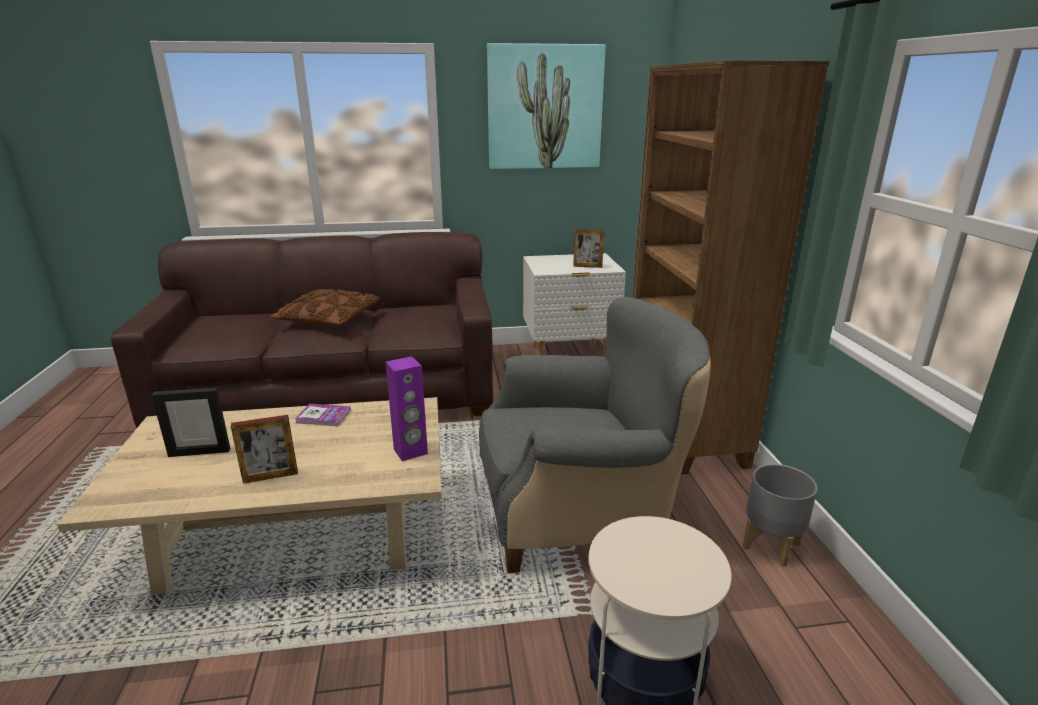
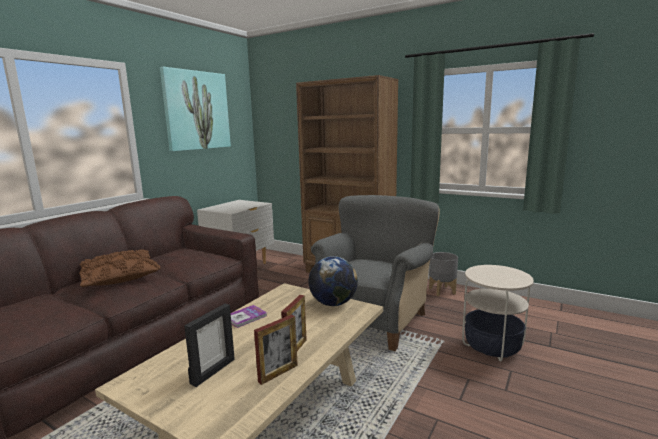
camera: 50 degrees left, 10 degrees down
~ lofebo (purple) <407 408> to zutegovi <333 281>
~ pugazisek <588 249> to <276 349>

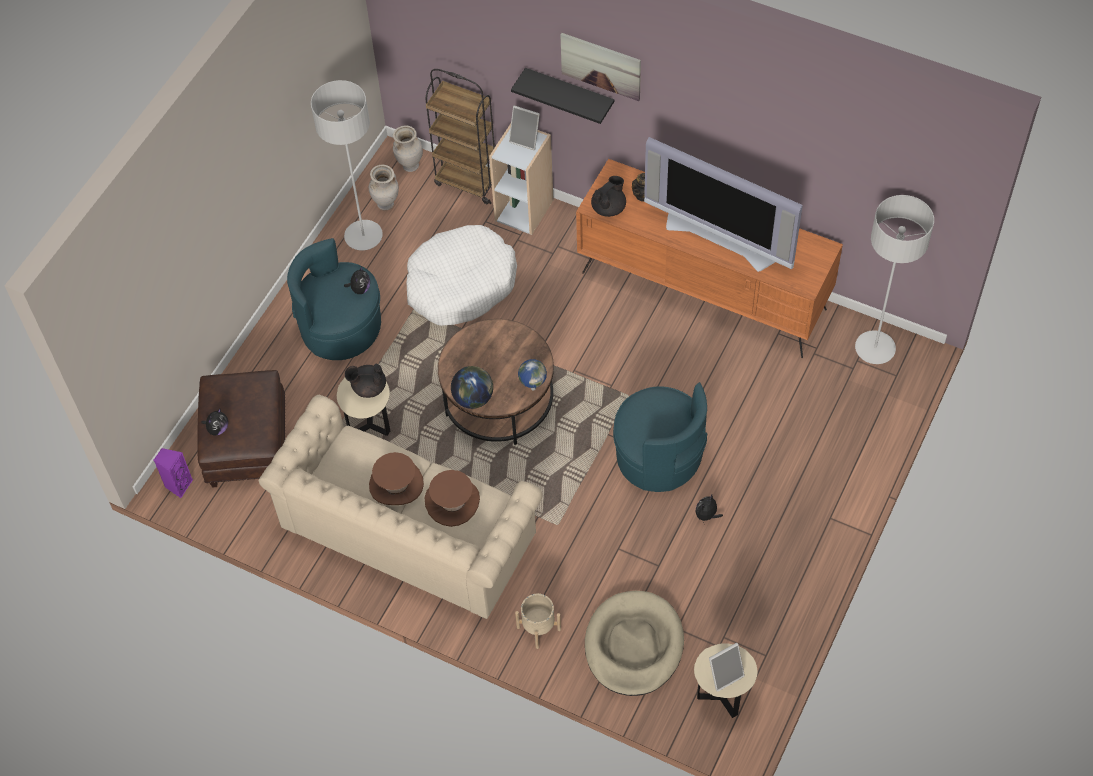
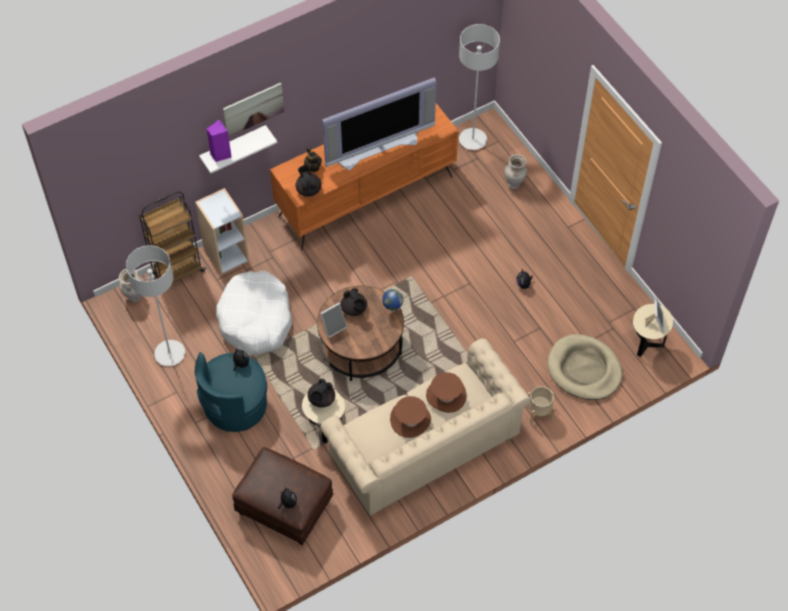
camera: 60 degrees left, 0 degrees up
~ lofebo (purple) <173 473> to <219 141>
~ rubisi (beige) <384 187> to <515 171>
- zutegovi <472 387>
~ pugazisek <524 127> to <333 320>
~ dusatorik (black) <562 96> to dusatorik (white) <238 149>
- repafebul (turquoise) <660 437>
+ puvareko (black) <354 302>

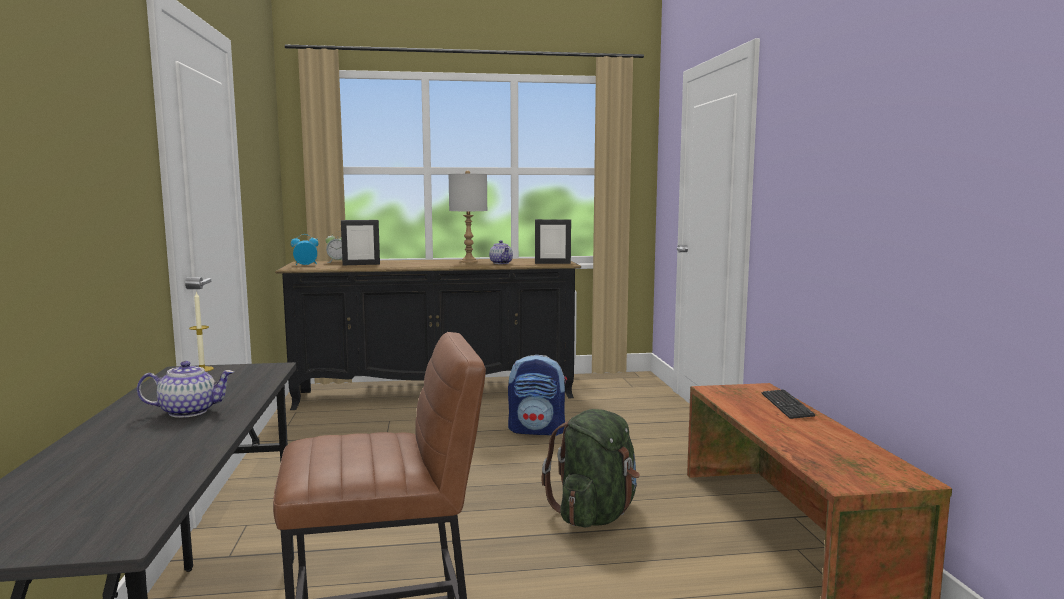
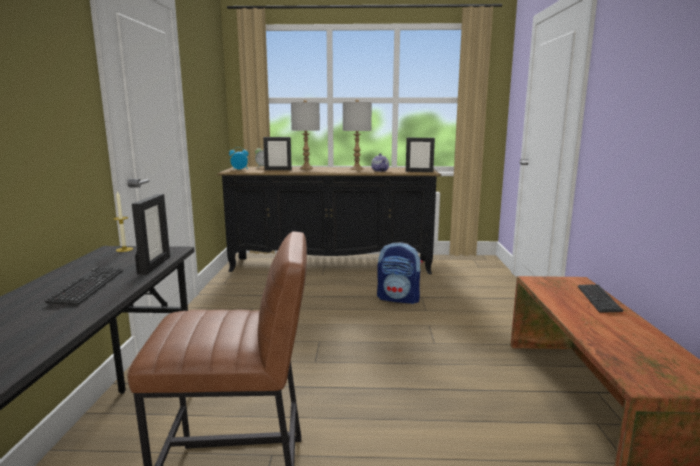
camera: 10 degrees right, 5 degrees up
~ puvareko <185 389> to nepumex <84 286>
- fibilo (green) <591 468>
+ pugazisek <151 234>
+ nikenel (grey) <305 134>

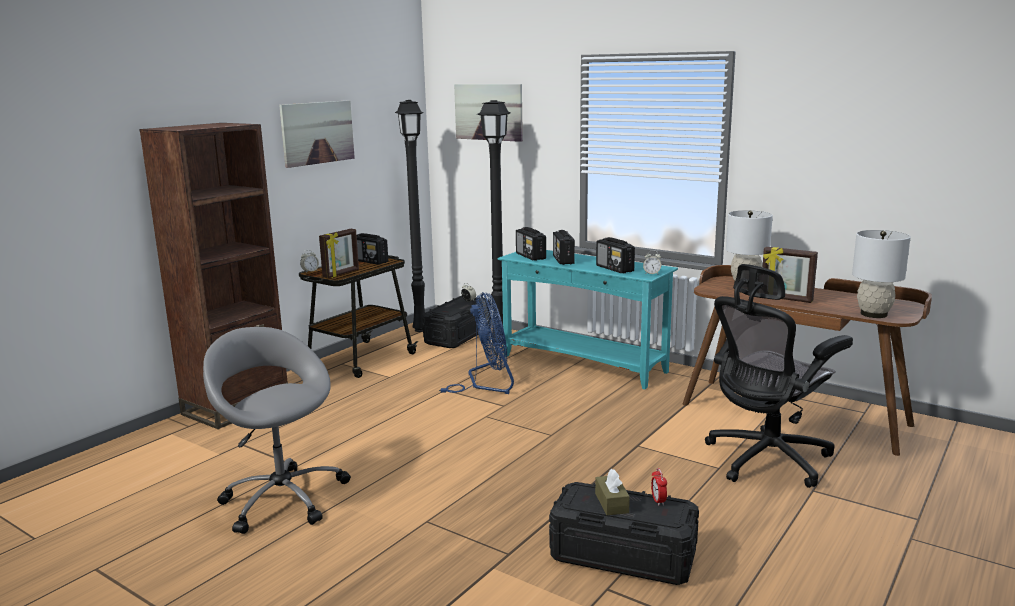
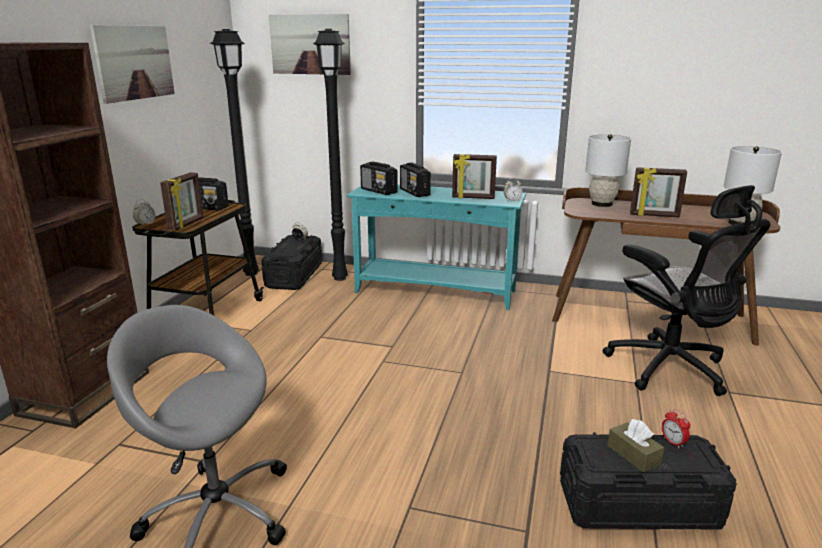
camera: 20 degrees left, 5 degrees up
- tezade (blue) <477 343>
~ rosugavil <615 255> to pugazisek <474 176>
~ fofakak <779 376> = <687 290> 60 degrees counterclockwise

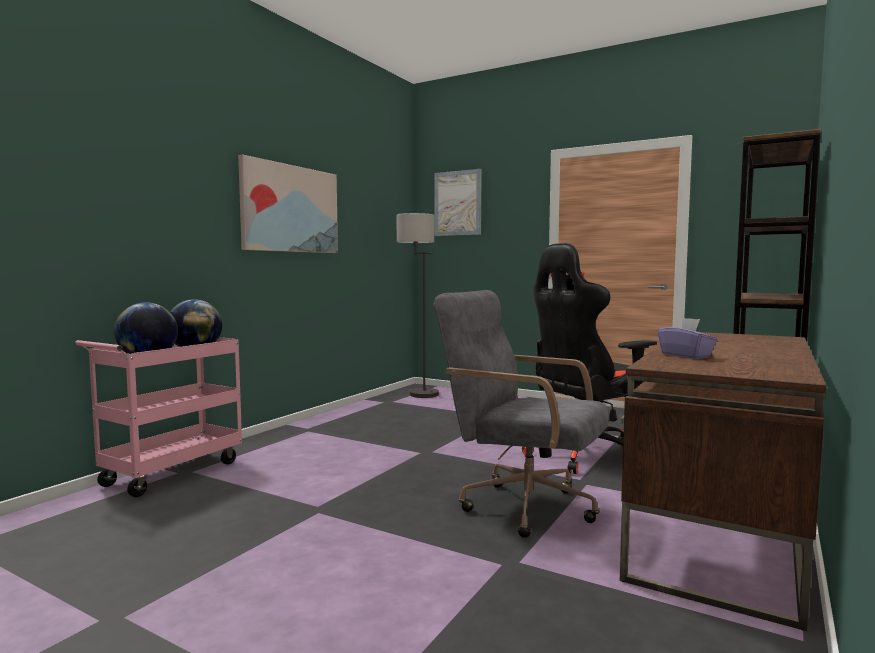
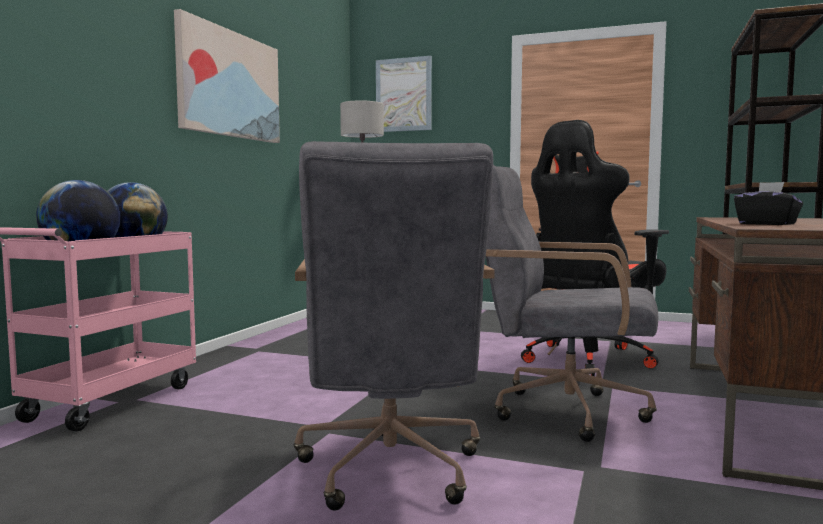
camera: 10 degrees left, 0 degrees up
~ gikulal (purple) <687 338> to gikulal (black) <768 203>
+ fofakak (grey) <394 326>

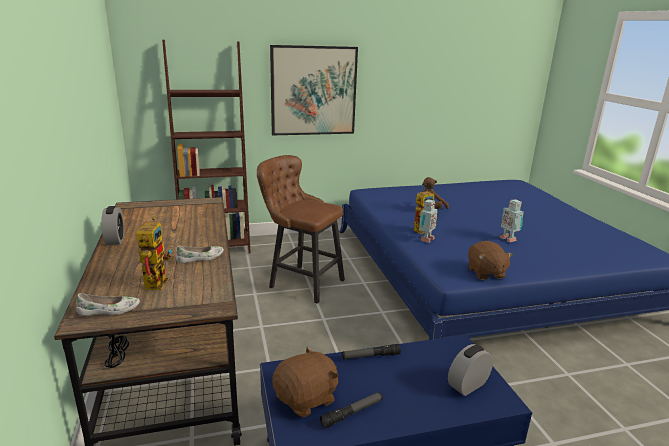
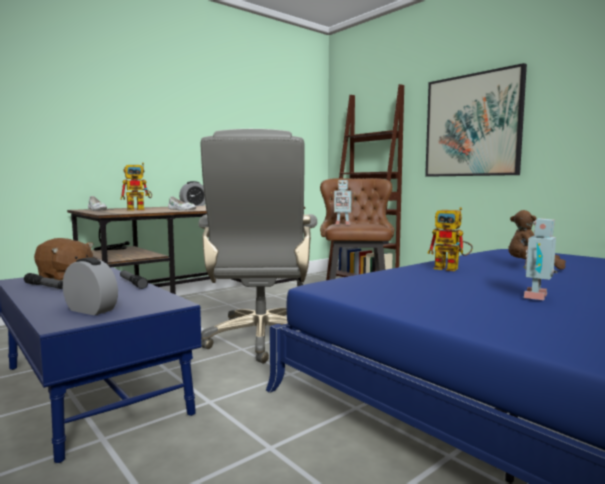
camera: 65 degrees right, 15 degrees down
~ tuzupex <428 221> to <343 202>
- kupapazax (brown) <490 260>
+ fofakak (grey) <258 246>

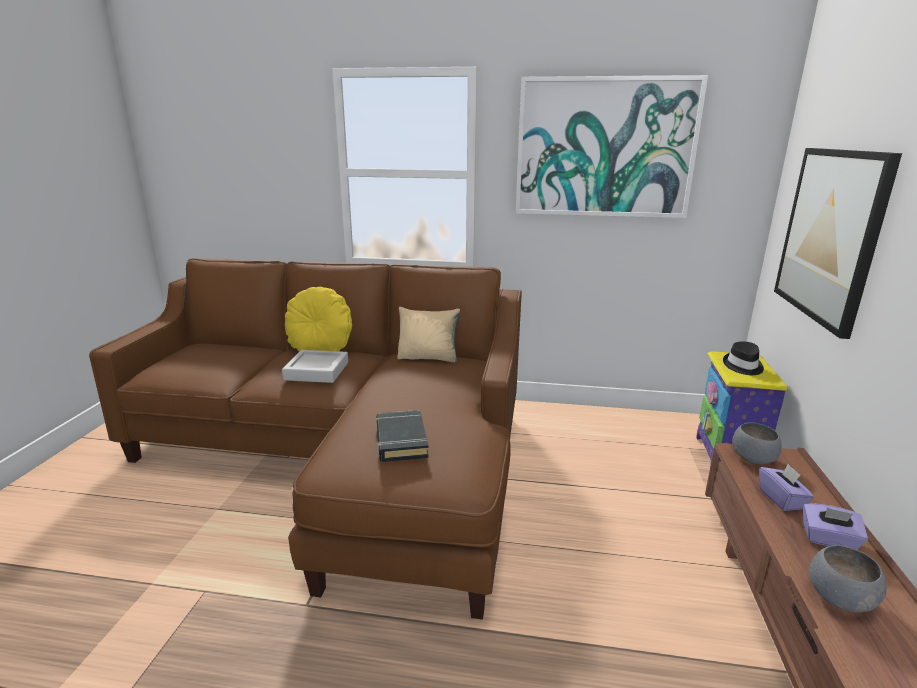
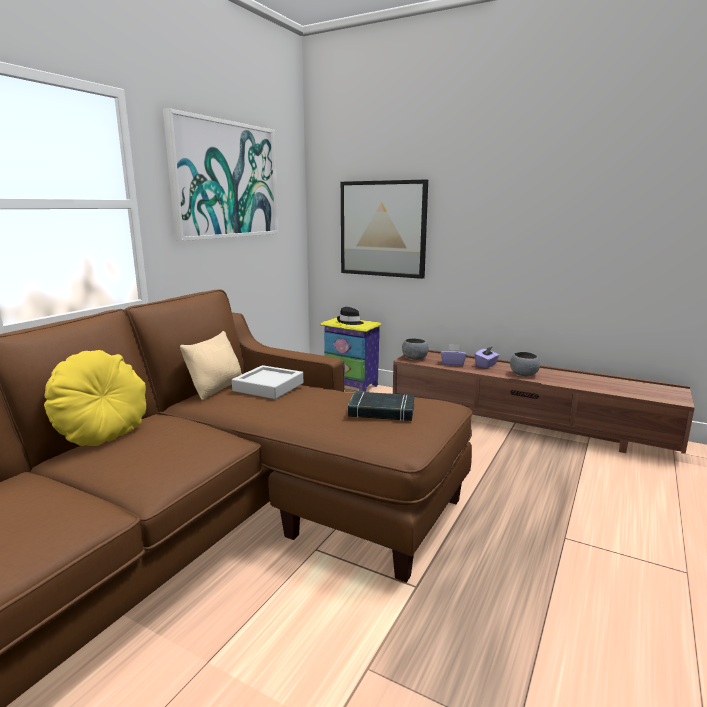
camera: 70 degrees left, 5 degrees down
~ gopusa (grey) <315 366> to <267 382>

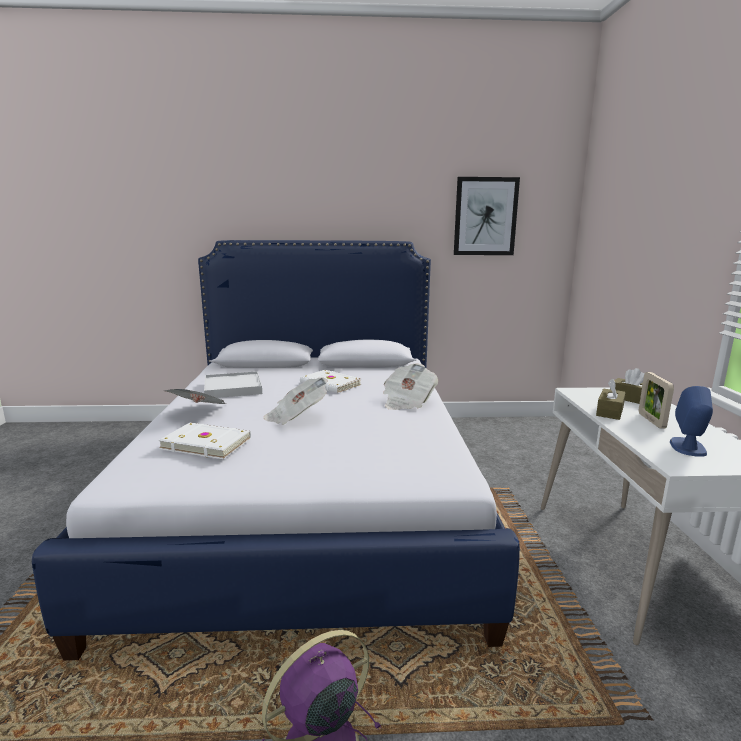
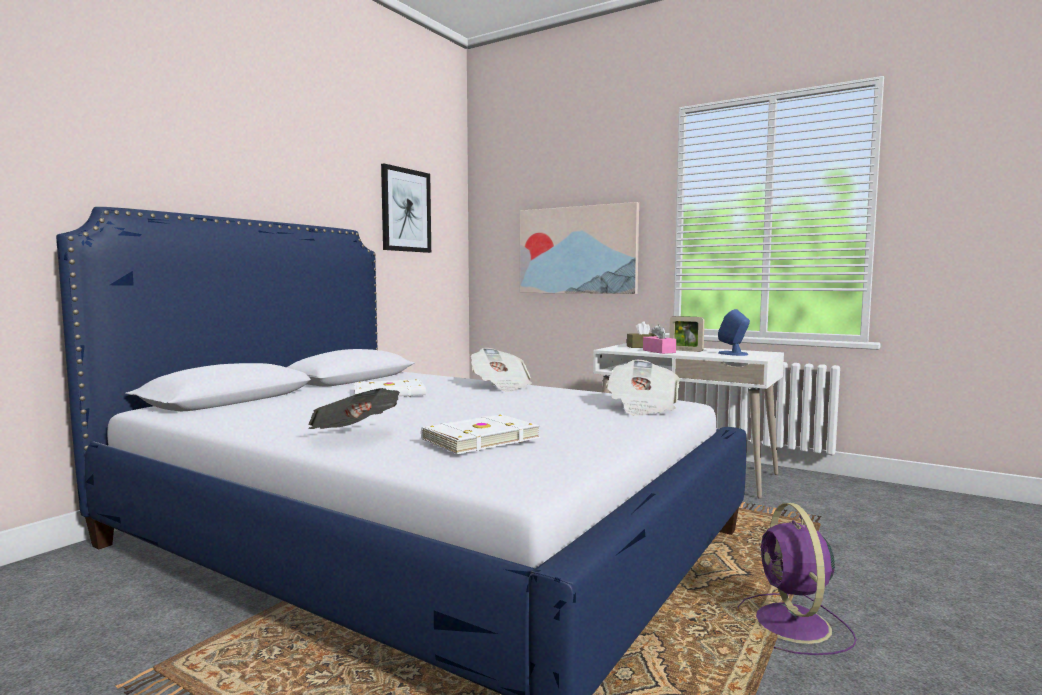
camera: 55 degrees left, 10 degrees down
- gopusa (white) <233 384>
~ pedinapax <296 401> to <643 388>
~ gikulal (brown) <611 399> to gikulal (pink) <659 339>
+ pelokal <579 248>

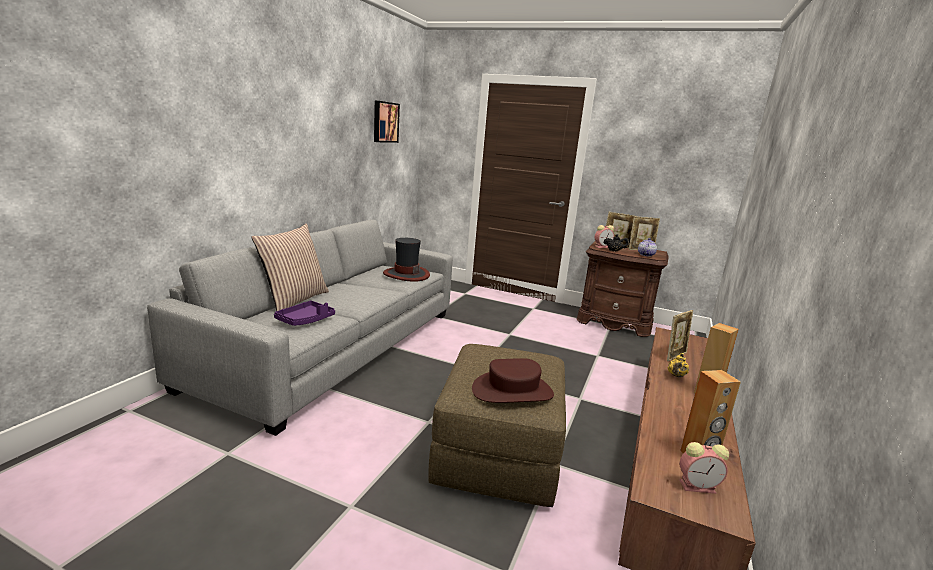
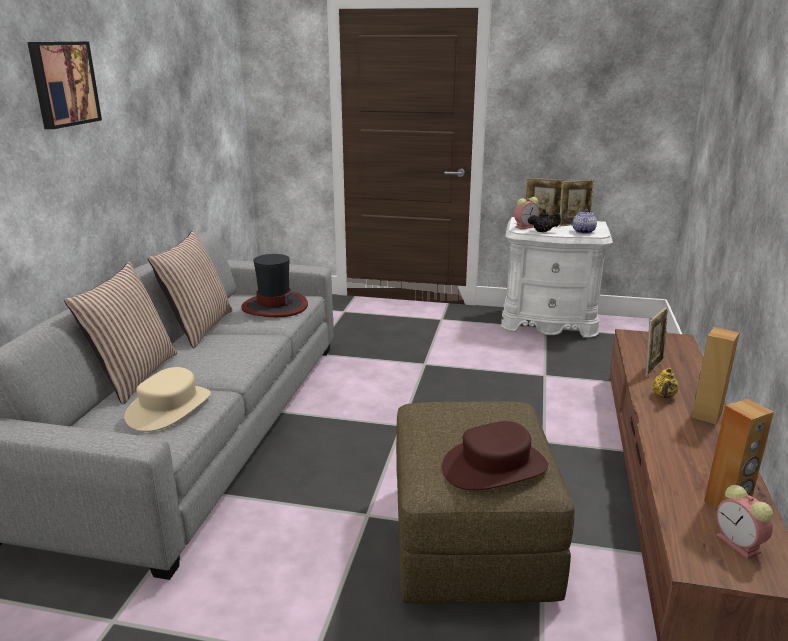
camera: 10 degrees left, 5 degrees up
~ gopusa (purple) <304 313> to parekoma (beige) <167 399>
~ pelokal <387 122> to <64 85>
~ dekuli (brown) <623 289> to dekuli (white) <557 277>
~ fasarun <704 468> = <745 522> 75 degrees clockwise
+ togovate <190 289>

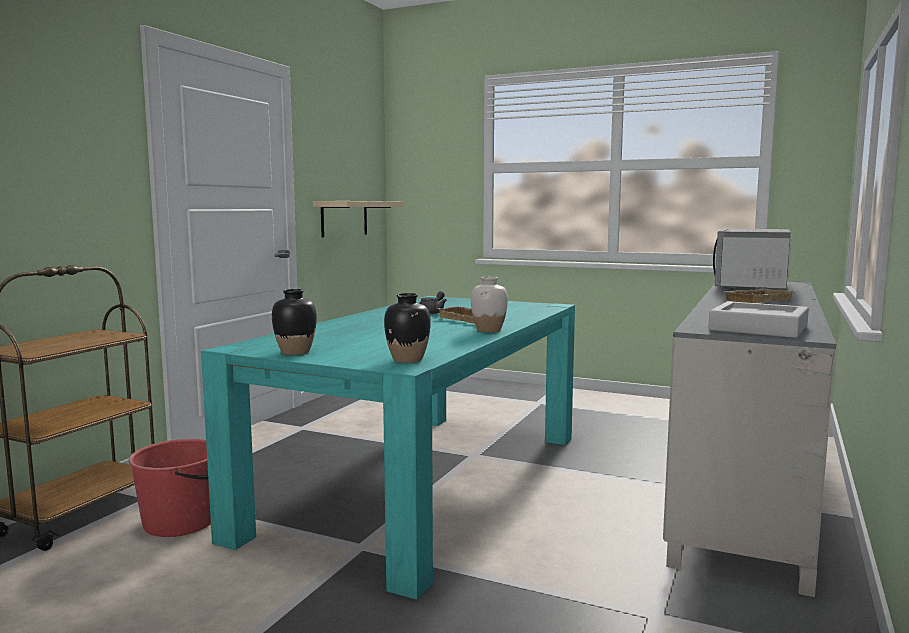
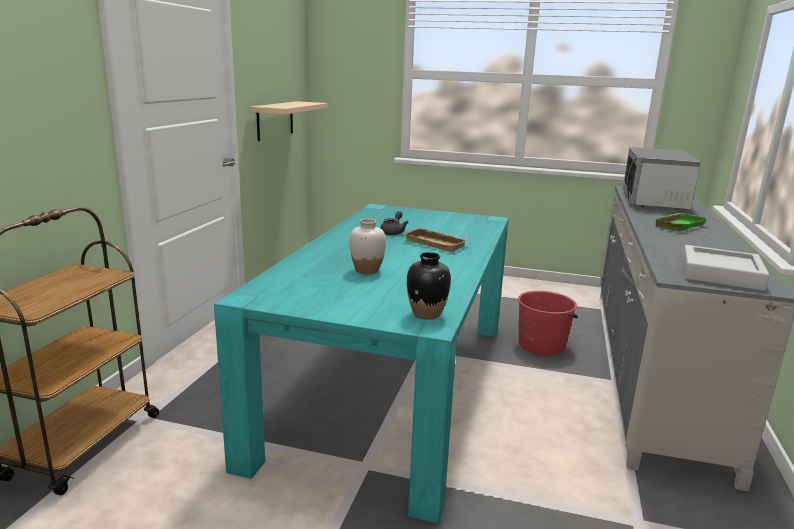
camera: 10 degrees left, 10 degrees up
~ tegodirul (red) <170 488> to <548 323>
- rubisi (black) <294 322>
~ rubisi (white) <489 304> to <367 246>
~ gopusa (beige) <759 296> to gopusa (green) <681 222>

